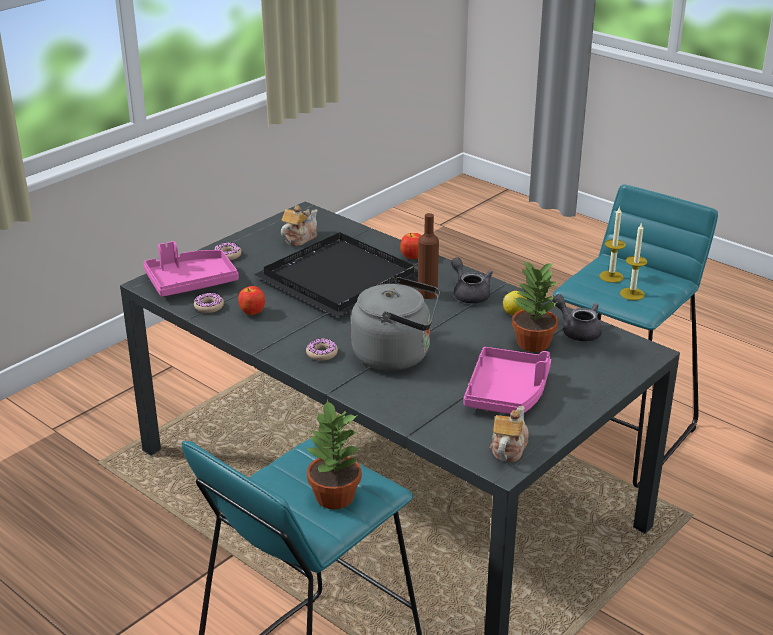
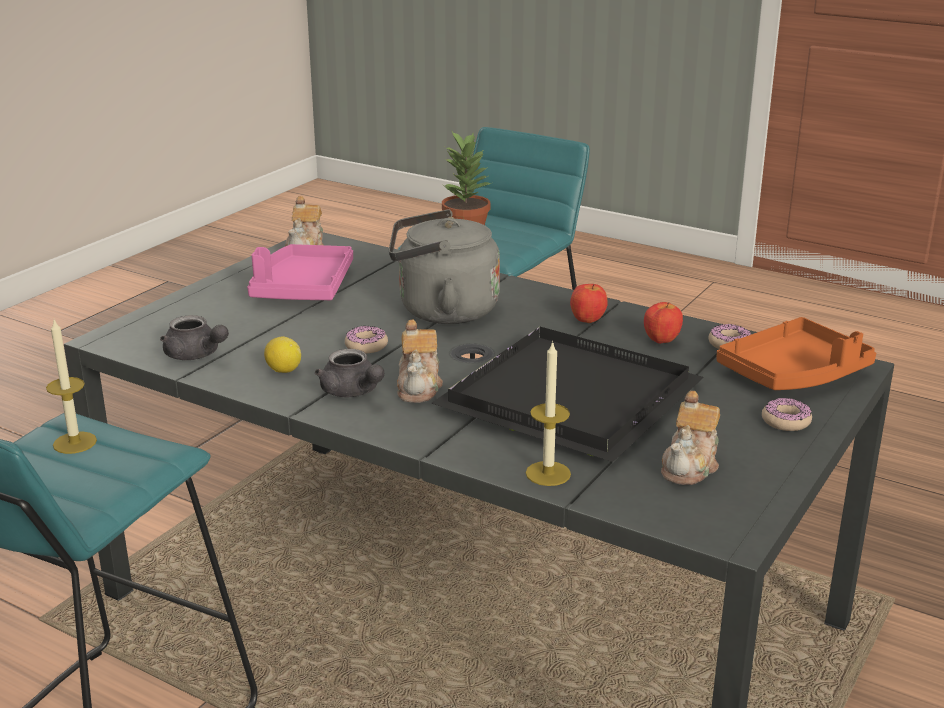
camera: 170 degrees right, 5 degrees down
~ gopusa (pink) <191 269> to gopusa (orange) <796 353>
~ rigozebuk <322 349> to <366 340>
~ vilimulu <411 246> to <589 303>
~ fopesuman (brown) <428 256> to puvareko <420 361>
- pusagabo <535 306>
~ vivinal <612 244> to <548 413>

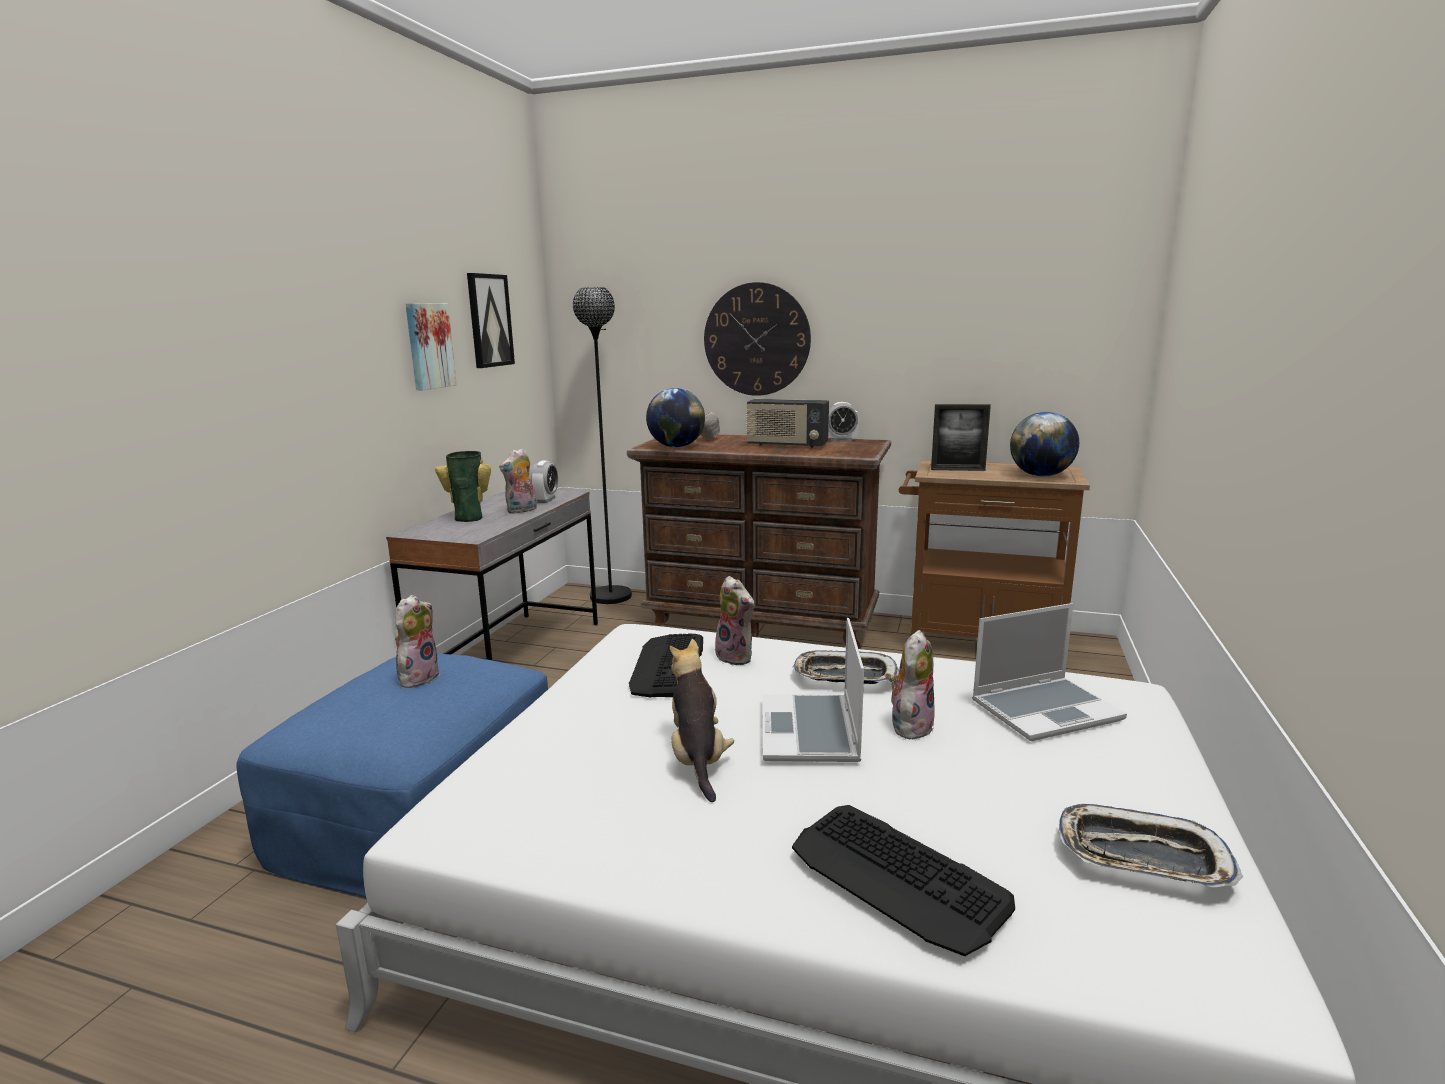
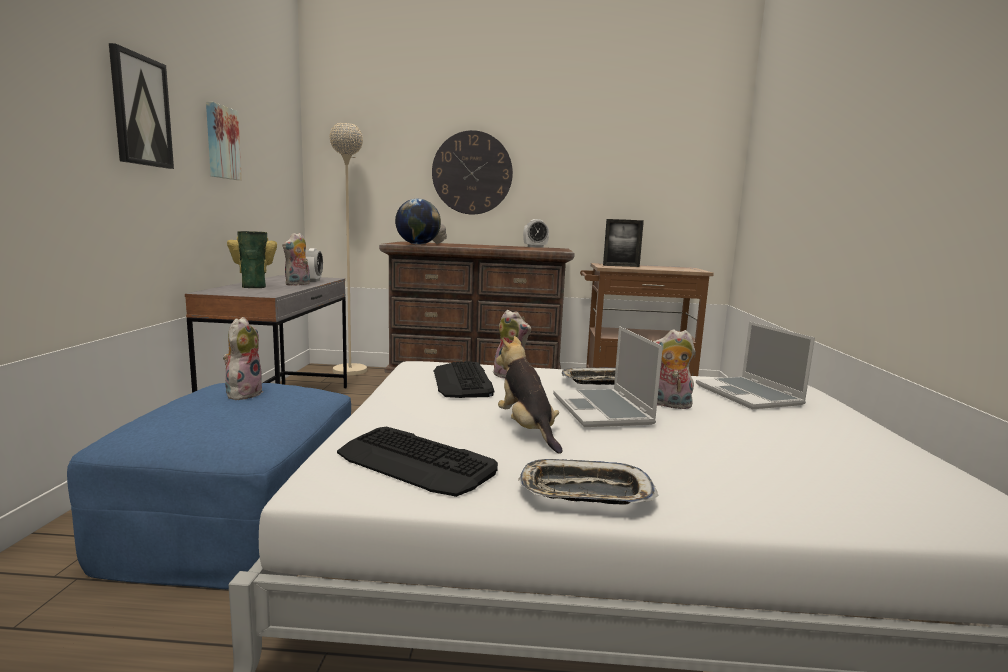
camera: 15 degrees left, 5 degrees down
~ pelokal <491 320> to <141 106>
~ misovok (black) <602 445> to misovok (beige) <348 249>
- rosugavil <787 423>
~ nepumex <903 880> to <417 462>
~ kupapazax <912 684> = <674 369> 90 degrees counterclockwise
~ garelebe <1049 672> = <755 365> 105 degrees clockwise
- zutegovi <1044 444>
~ gopusa <1150 845> to <588 482>

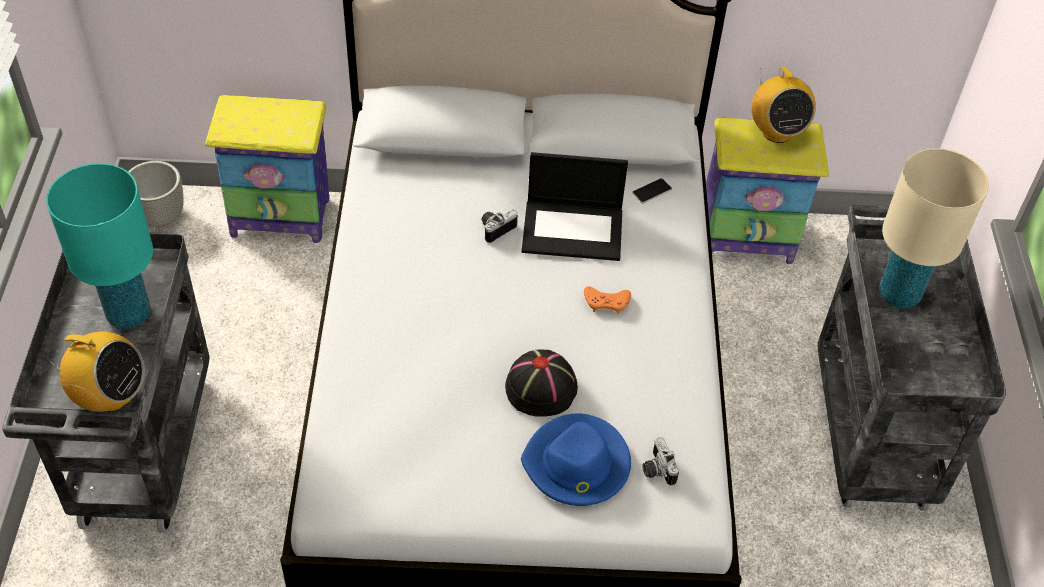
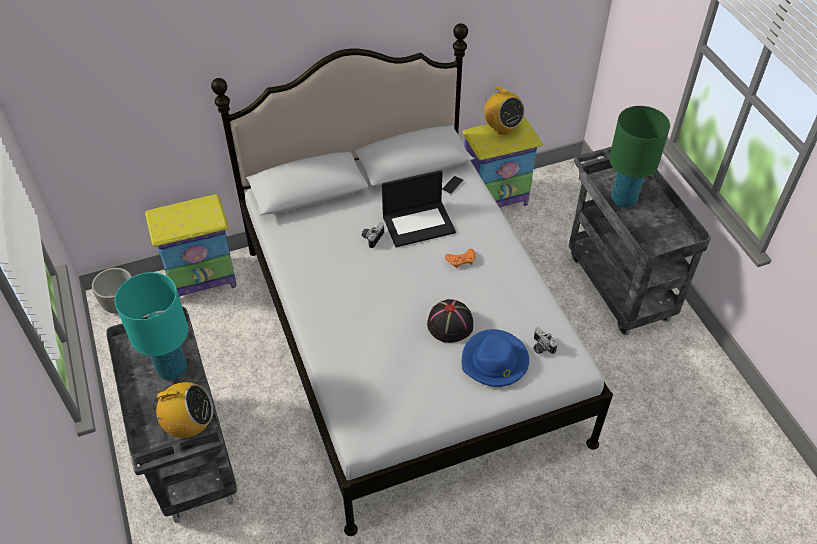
camera: 20 degrees left, 0 degrees up
~ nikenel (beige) <934 228> to nikenel (green) <639 157>

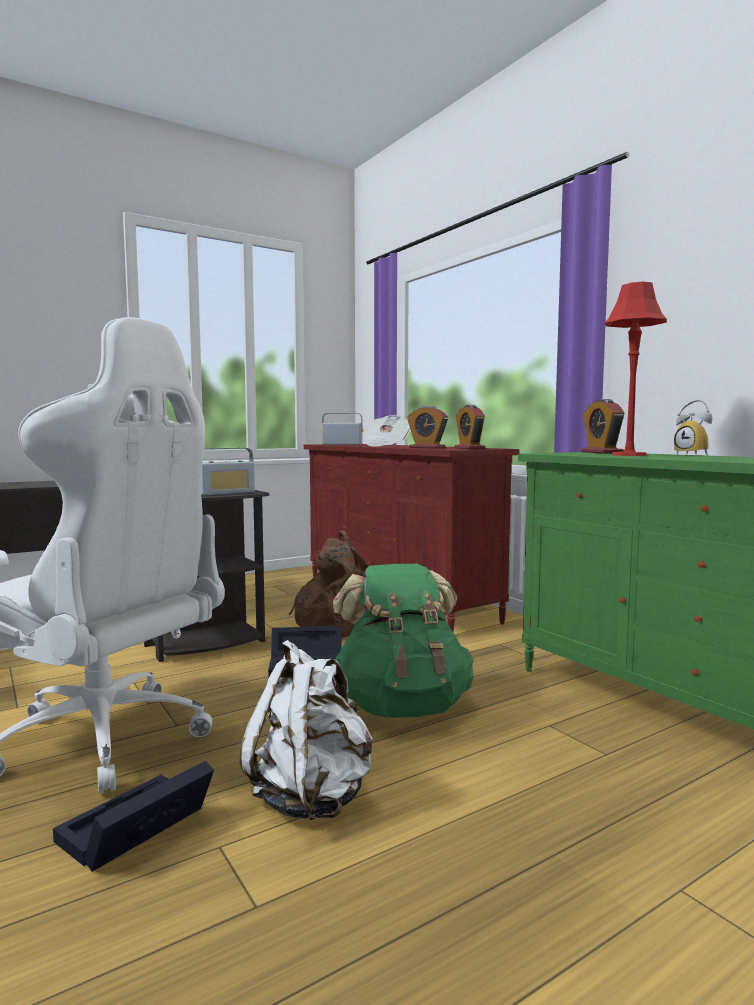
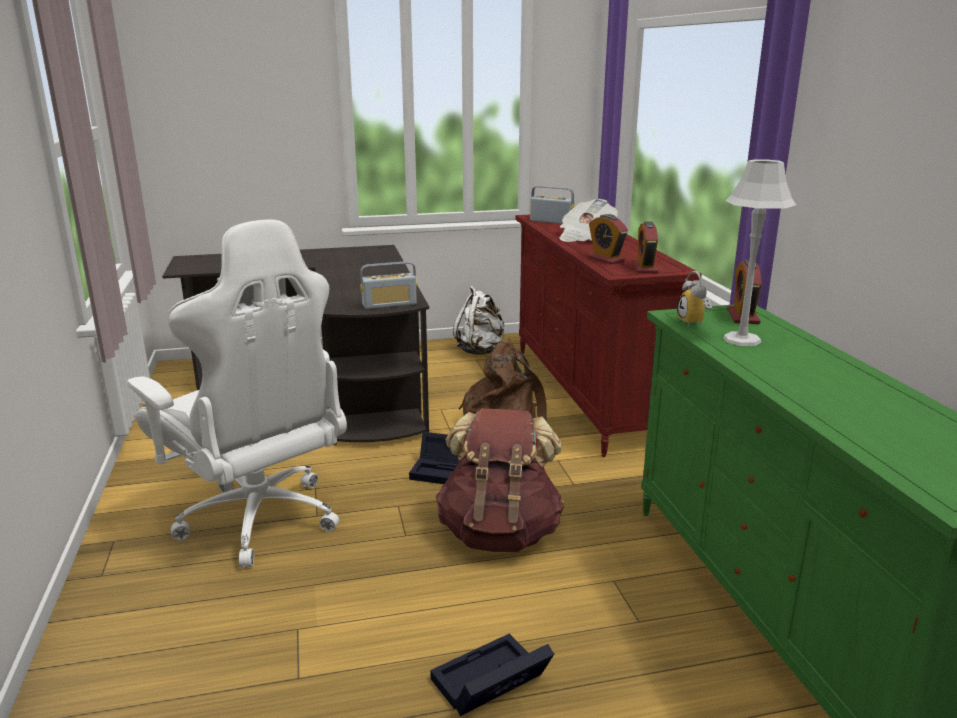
camera: 20 degrees right, 15 degrees up
~ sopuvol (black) <133 816> to <492 675>
~ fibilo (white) <306 730> to <478 320>
~ fibilo (green) <403 641> to fibilo (brown) <499 480>
~ nikenel (red) <636 369> to nikenel (grey) <759 252>
~ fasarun <693 427> to <694 299>

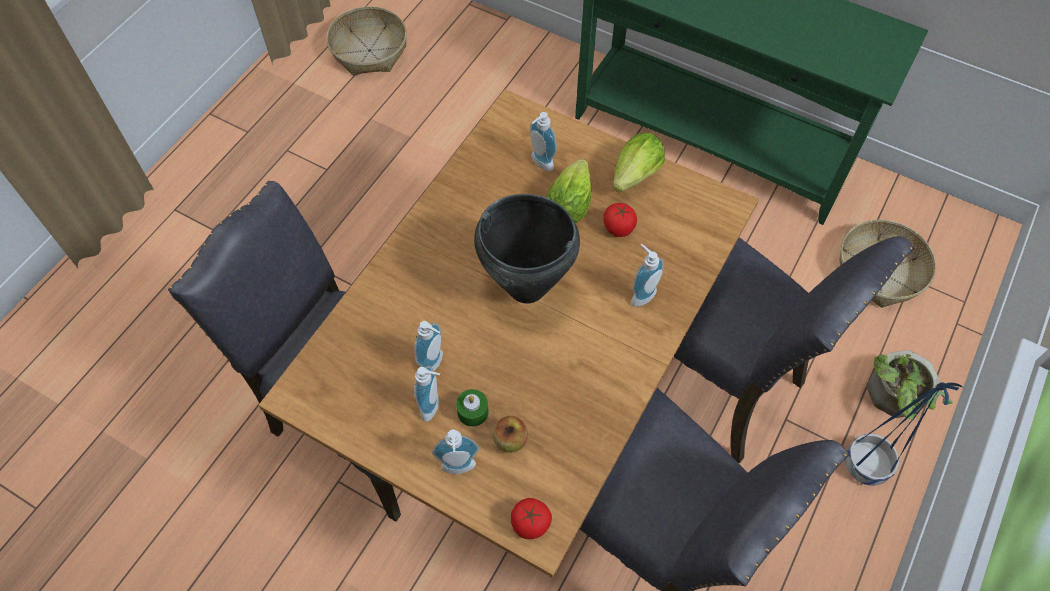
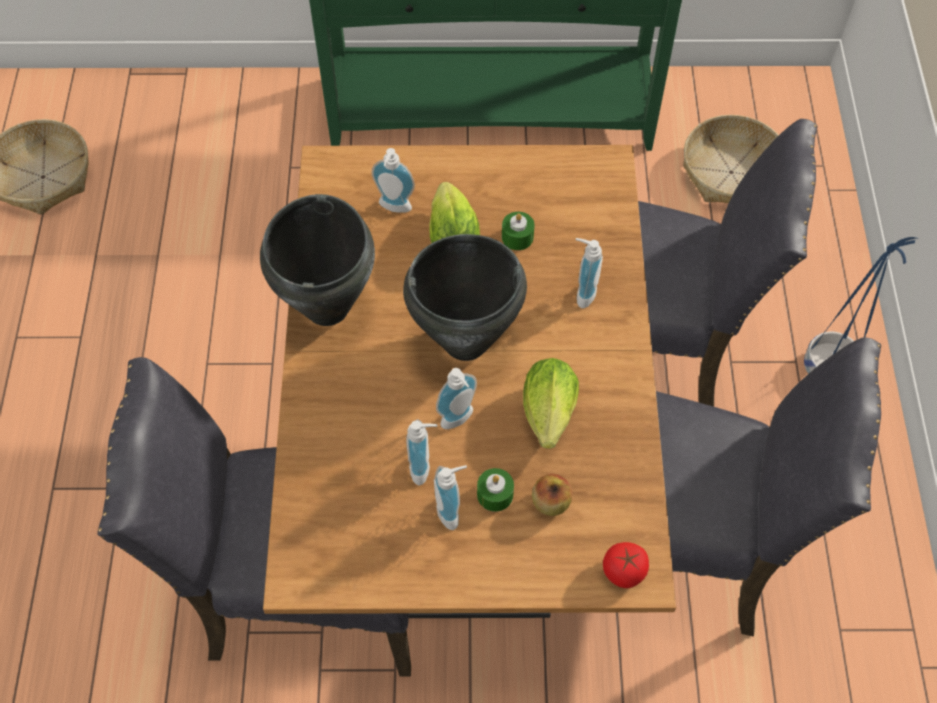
camera: 30 degrees left, 0 degrees up
~ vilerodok <455 451> to <456 398>
~ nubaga <620 220> to vivinal (green) <518 231>
~ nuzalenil <639 162> to <551 403>
- pusagabo <910 385>
+ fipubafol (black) <317 260>

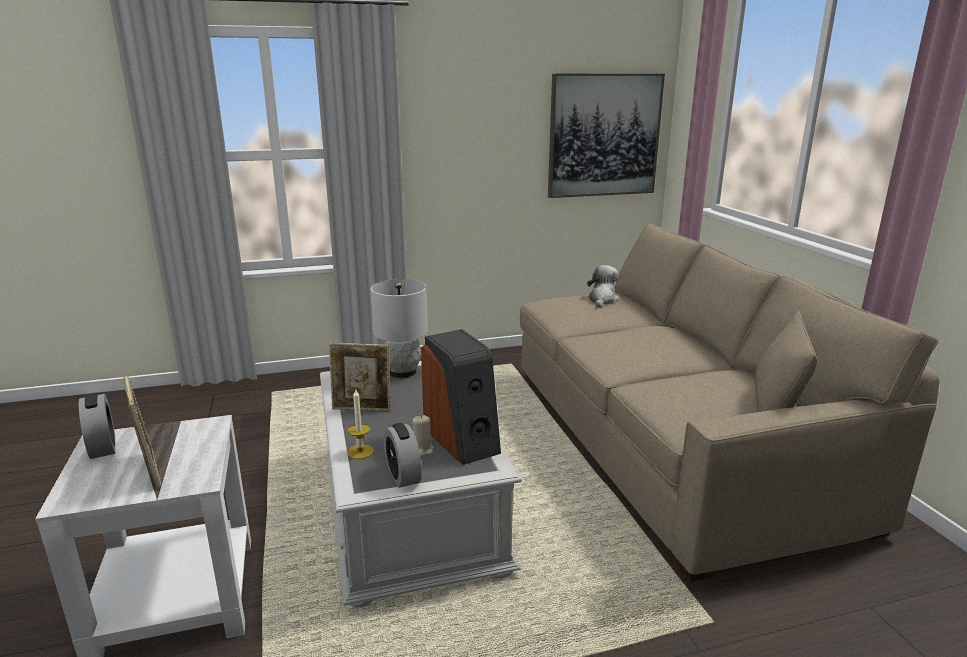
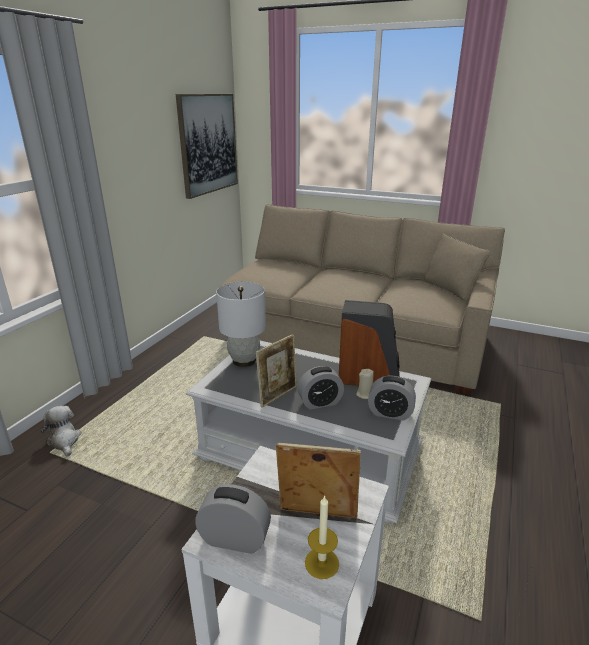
camera: 50 degrees left, 5 degrees up
~ vivinal <360 423> to <322 537>
~ kupapazax <603 286> to <61 431>
+ fasarun <321 388>

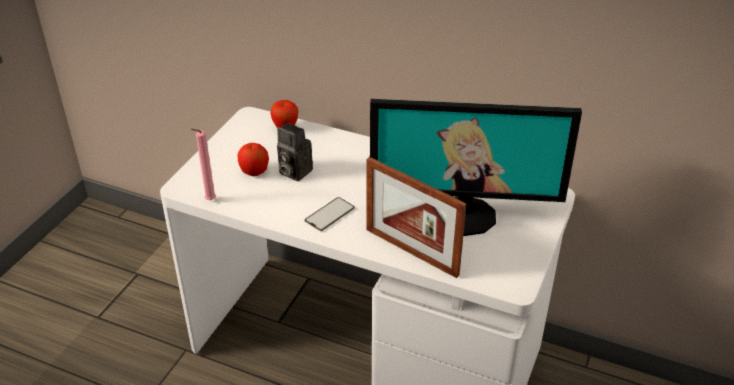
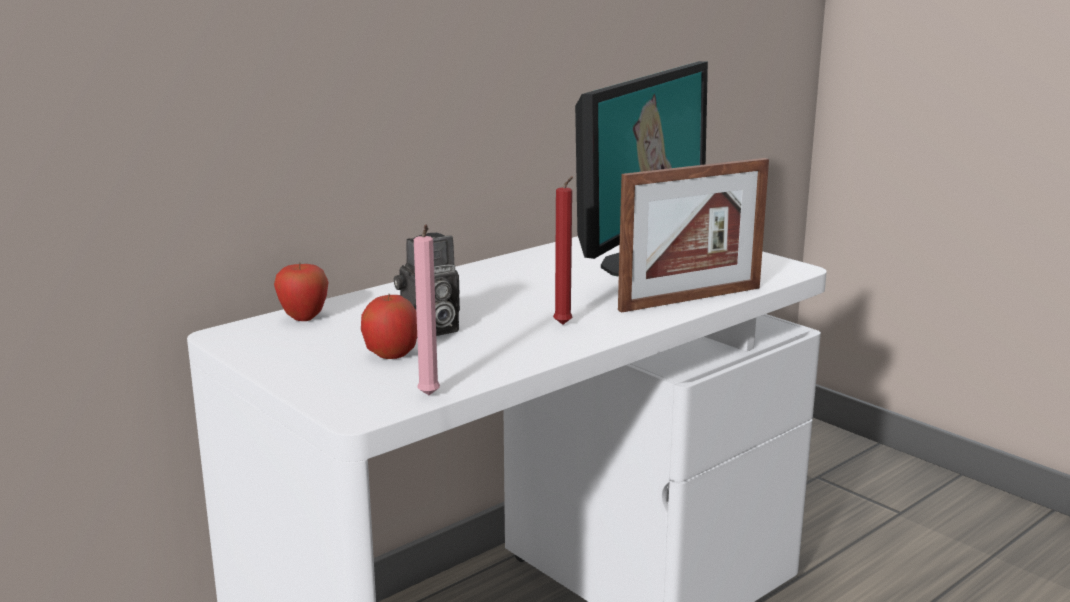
camera: 65 degrees left, 20 degrees down
~ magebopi <330 214> to vivinal (red) <563 250>

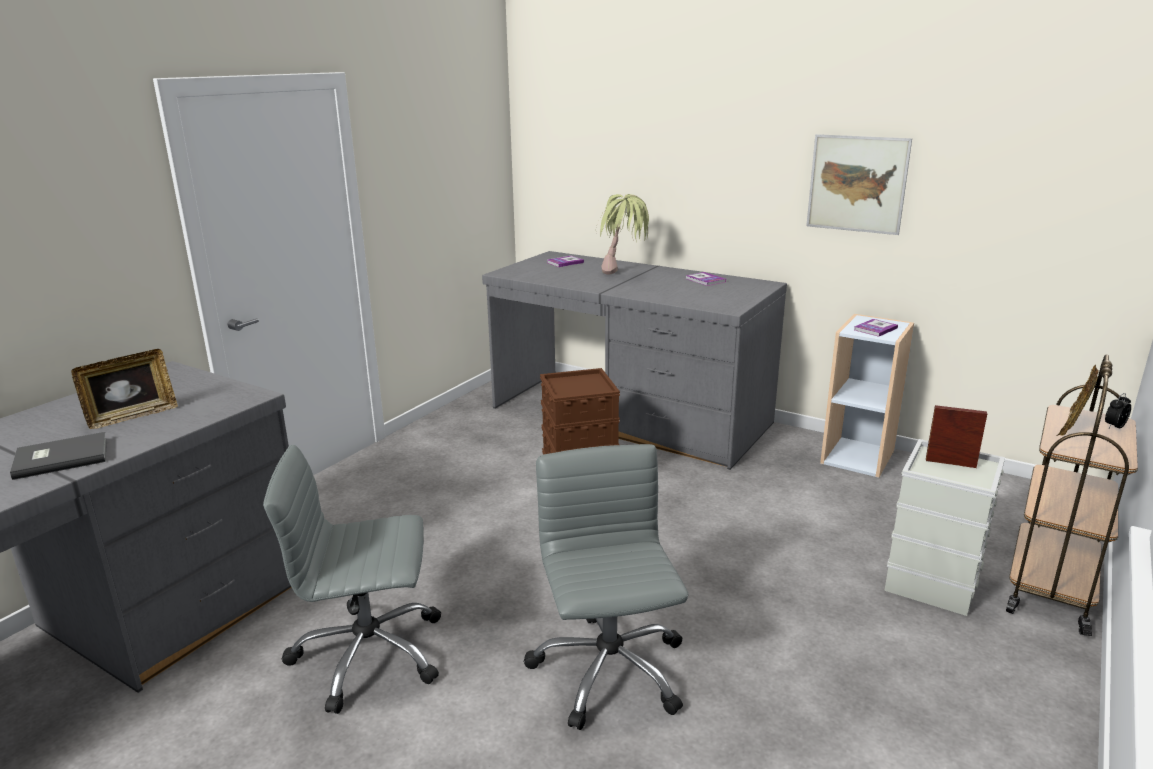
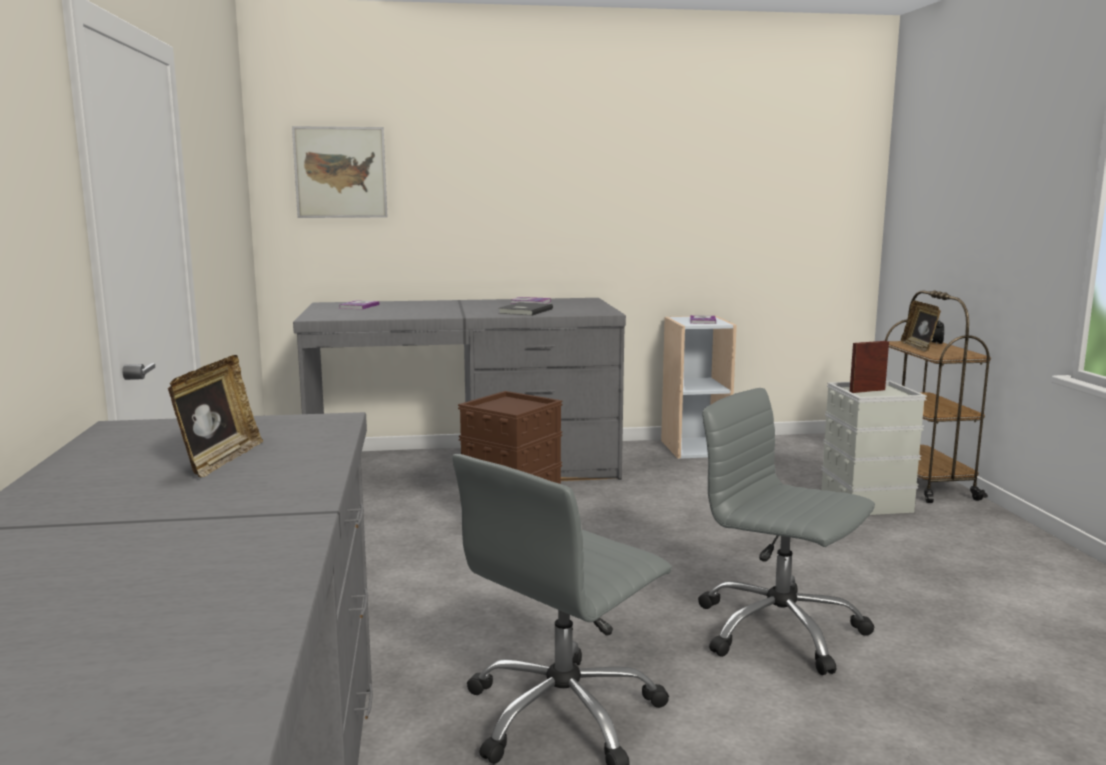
camera: 40 degrees left, 10 degrees down
~ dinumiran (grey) <58 456> to <525 309>
- pusagabo <624 234>
~ pelokal <859 184> to <340 172>

